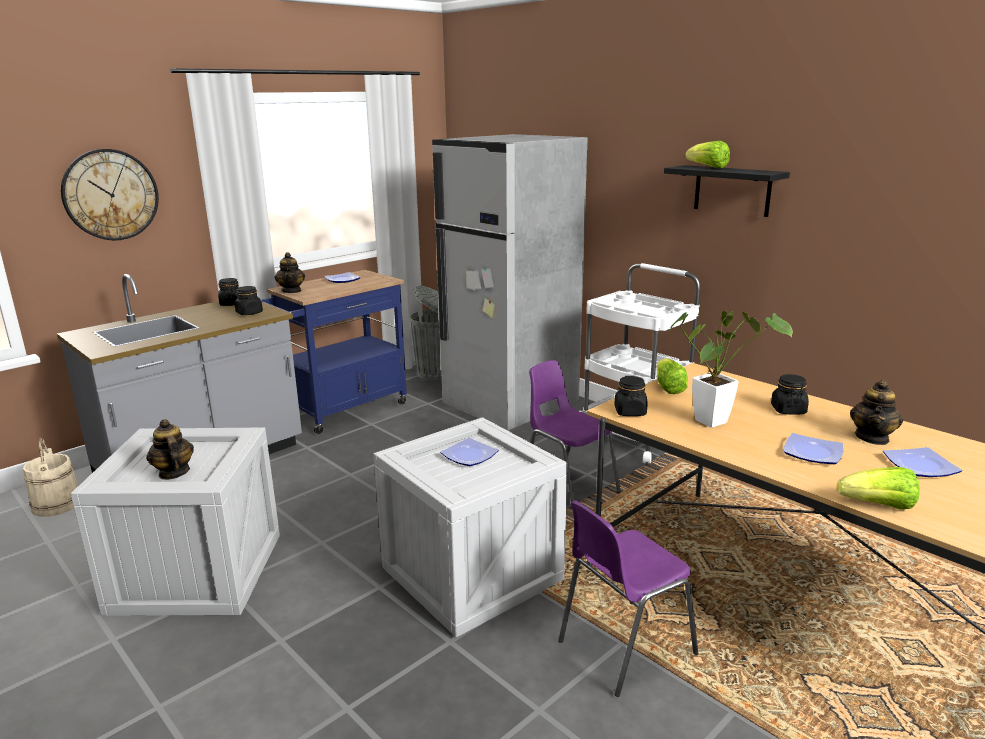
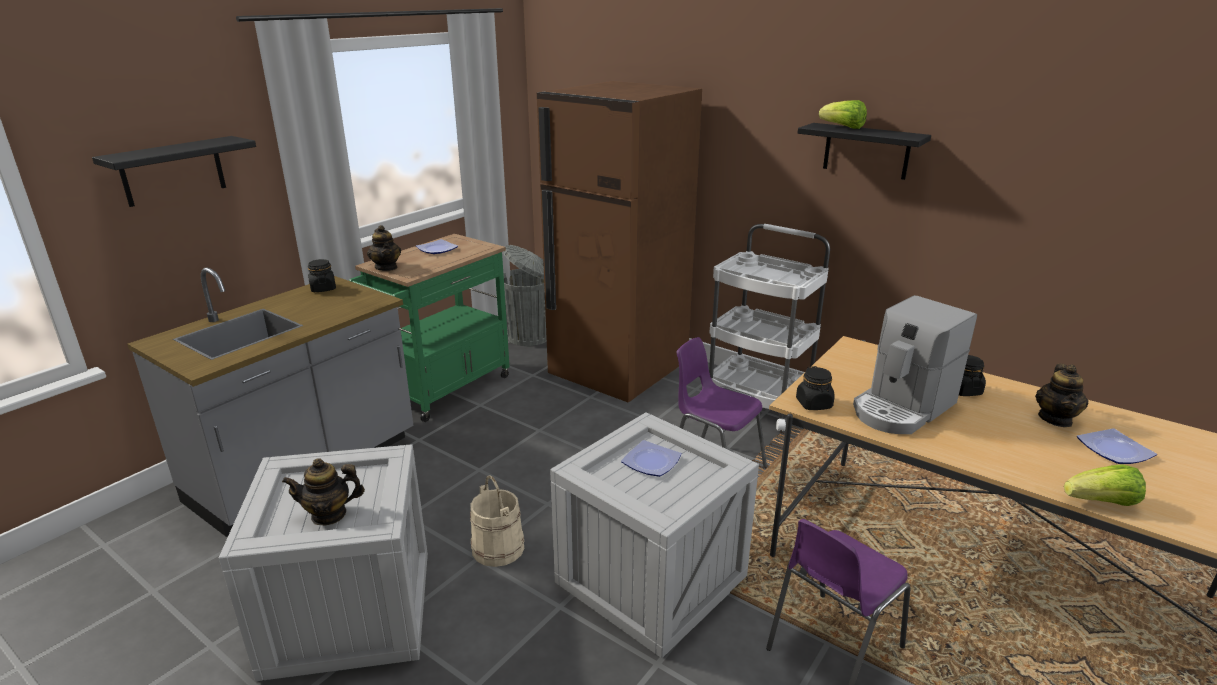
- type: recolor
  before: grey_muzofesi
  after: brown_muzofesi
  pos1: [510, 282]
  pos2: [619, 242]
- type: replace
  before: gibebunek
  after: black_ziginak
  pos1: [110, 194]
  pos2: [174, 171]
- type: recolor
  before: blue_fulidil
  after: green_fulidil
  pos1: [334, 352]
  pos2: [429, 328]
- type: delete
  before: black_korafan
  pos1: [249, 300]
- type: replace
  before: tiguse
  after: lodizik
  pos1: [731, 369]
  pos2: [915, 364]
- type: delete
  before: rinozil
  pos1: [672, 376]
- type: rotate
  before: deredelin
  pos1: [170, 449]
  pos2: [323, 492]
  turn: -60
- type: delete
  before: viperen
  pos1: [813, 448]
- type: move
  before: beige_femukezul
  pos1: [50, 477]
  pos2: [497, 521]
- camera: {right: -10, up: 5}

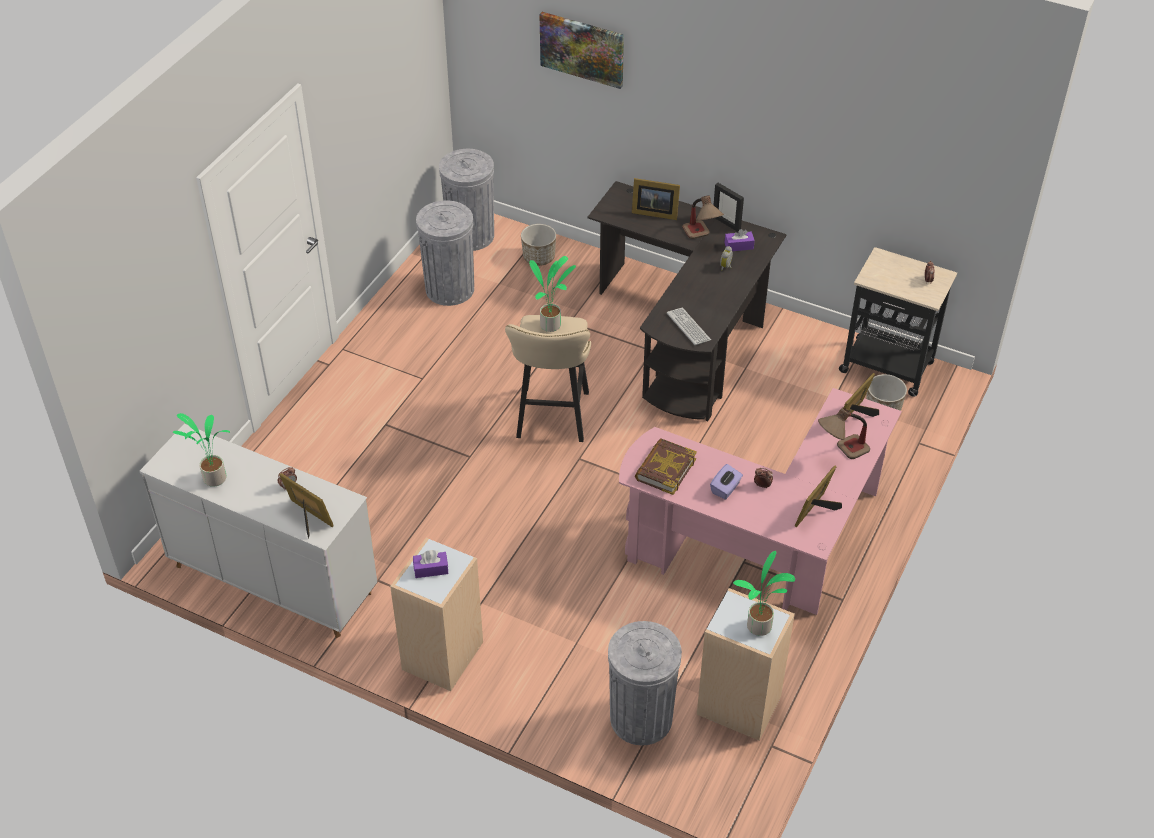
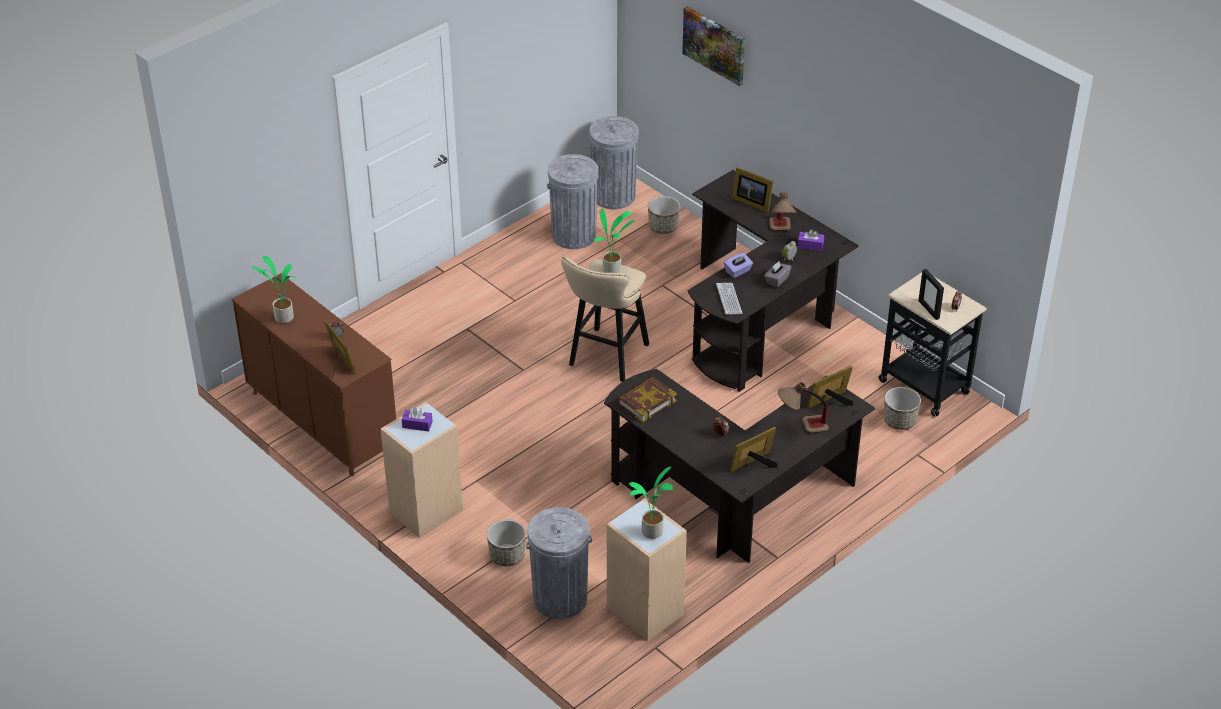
- type: move
  before: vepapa
  pos1: [729, 207]
  pos2: [931, 294]
- type: recolor
  before: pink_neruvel
  after: black_neruvel
  pos1: [760, 501]
  pos2: [739, 466]
- type: recolor
  before: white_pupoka
  after: brown_pupoka
  pos1: [258, 531]
  pos2: [314, 374]
- type: move
  before: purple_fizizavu
  pos1: [726, 482]
  pos2: [738, 265]
- type: insert
  after: grey_fizizavu
  pos2: [777, 274]
- type: insert
  after: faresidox
  pos2: [506, 543]
- camera: {right: 20, up: -5}

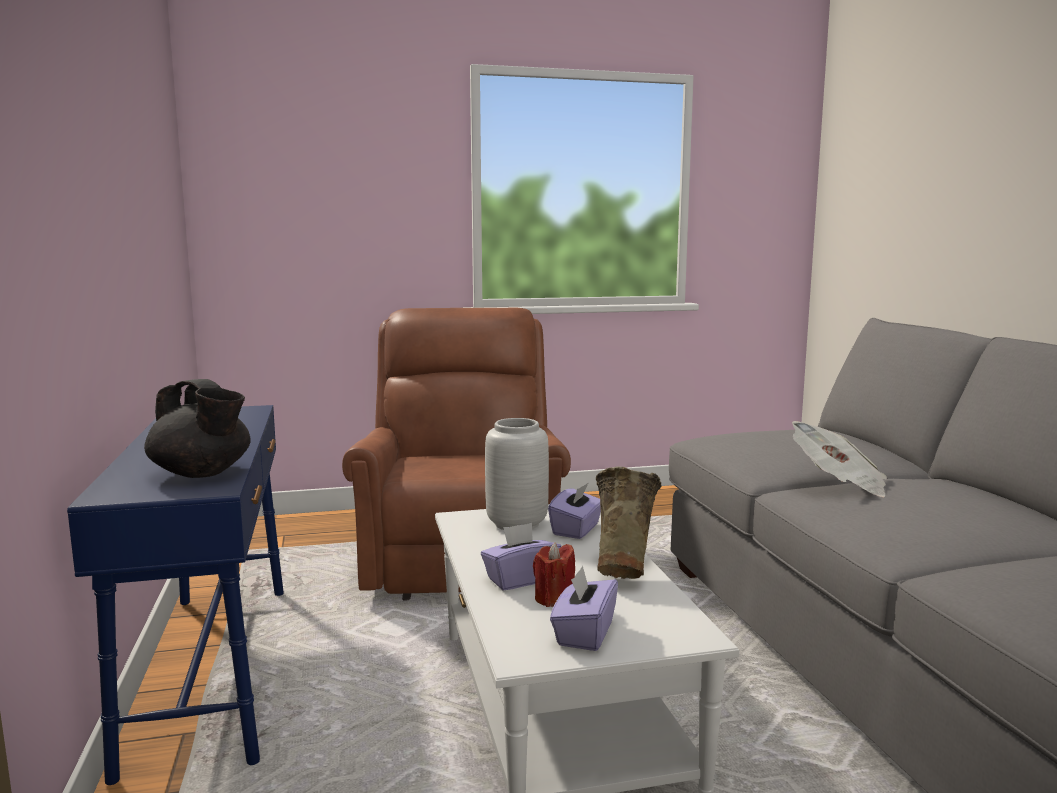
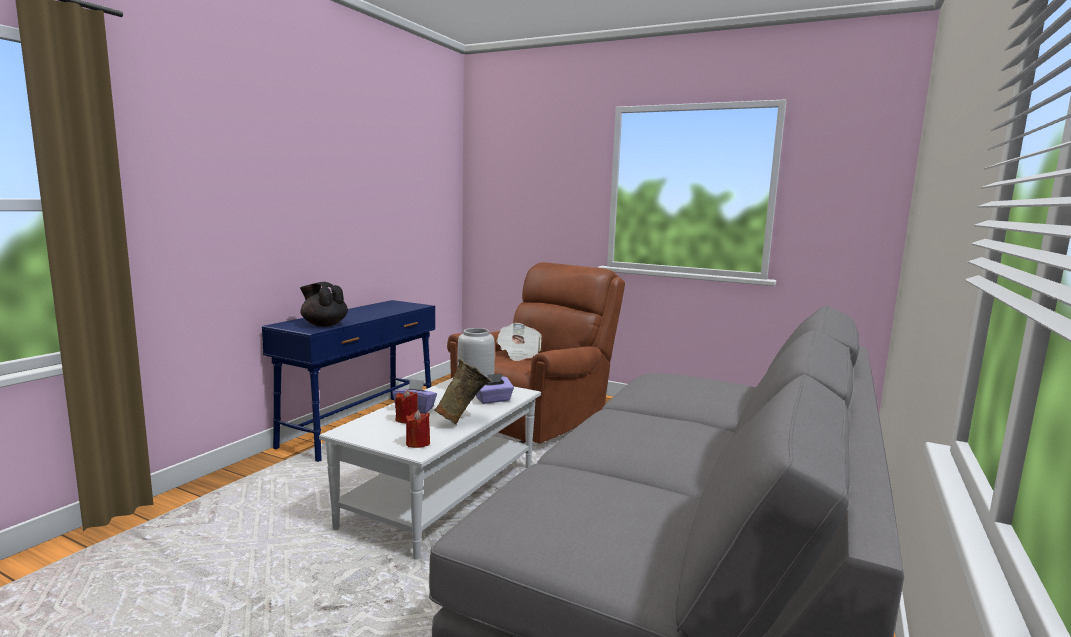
- type: rotate
  before: black_deredelin
  pos1: [197, 428]
  pos2: [324, 304]
  turn: 135
- type: move
  before: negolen
  pos1: [839, 459]
  pos2: [519, 342]
- type: delete
  before: purple_fizizavu
  pos1: [584, 608]
- type: insert
  after: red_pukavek
  pos2: [418, 429]
- camera: {right: 40, up: 0}

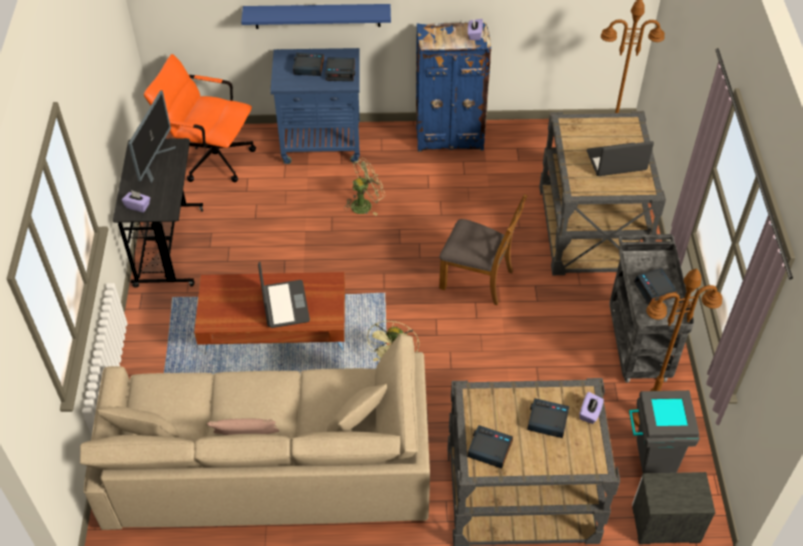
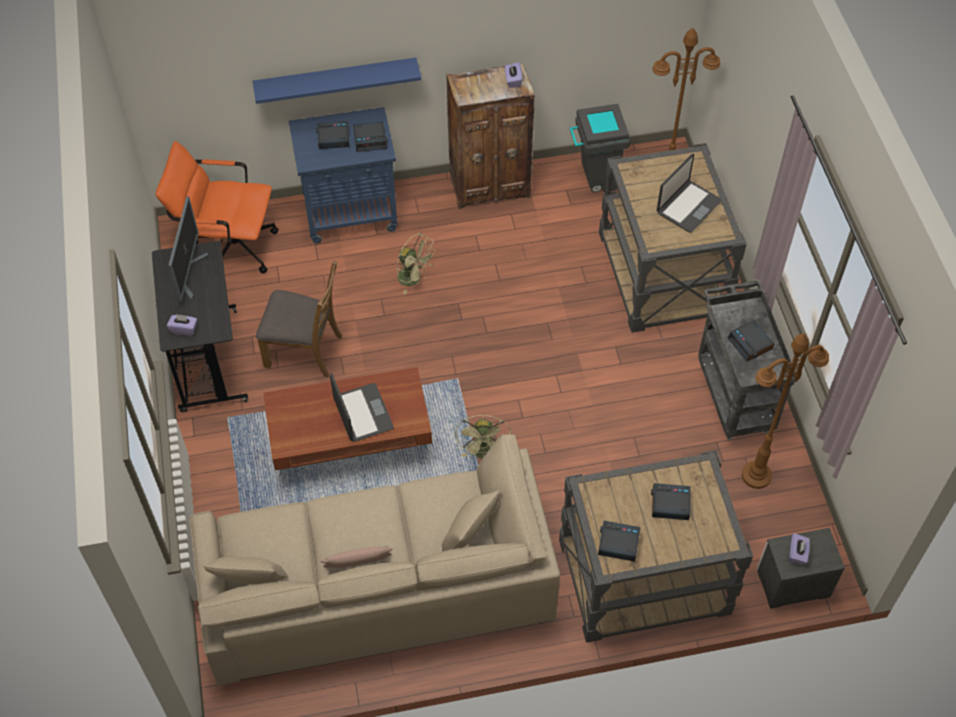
- type: recolor
  before: blue_pupoka
  after: brown_pupoka
  pos1: [453, 87]
  pos2: [490, 136]
- type: rotate
  before: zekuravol
  pos1: [620, 158]
  pos2: [689, 193]
  turn: 150
- type: rotate
  before: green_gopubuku
  pos1: [365, 186]
  pos2: [416, 263]
  turn: 75
- type: move
  before: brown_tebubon
  pos1: [483, 249]
  pos2: [299, 318]
- type: move
  before: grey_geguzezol
  pos1: [664, 431]
  pos2: [600, 148]
- type: move
  before: purple_fizizavu
  pos1: [591, 408]
  pos2: [799, 549]
- camera: {right: -10, up: 5}

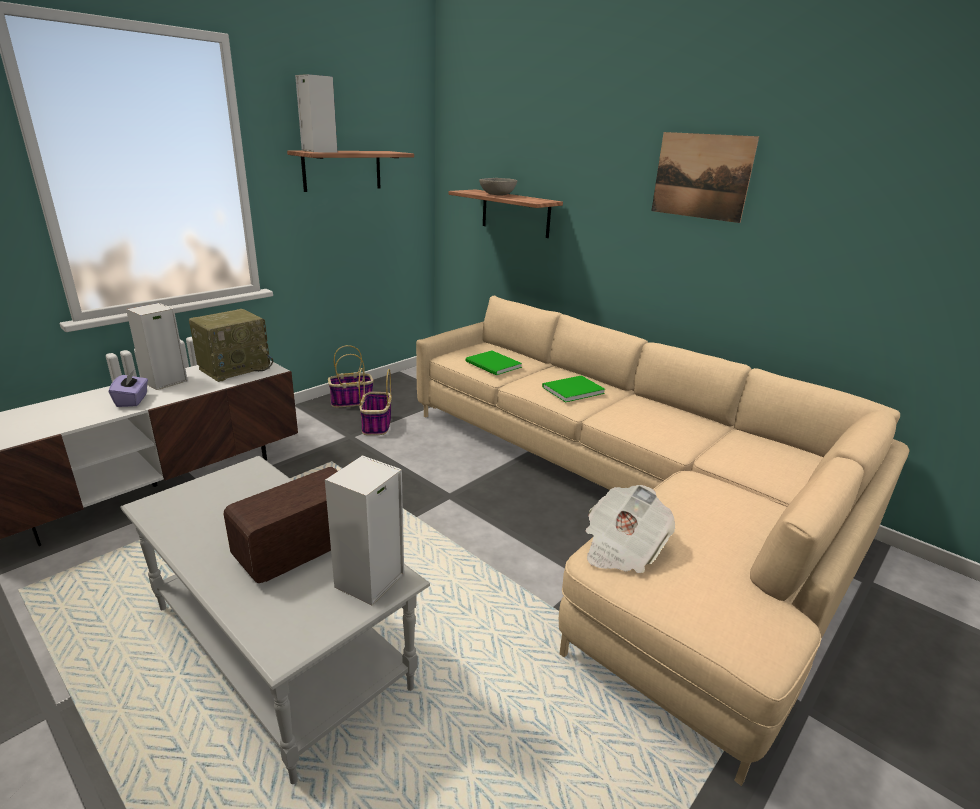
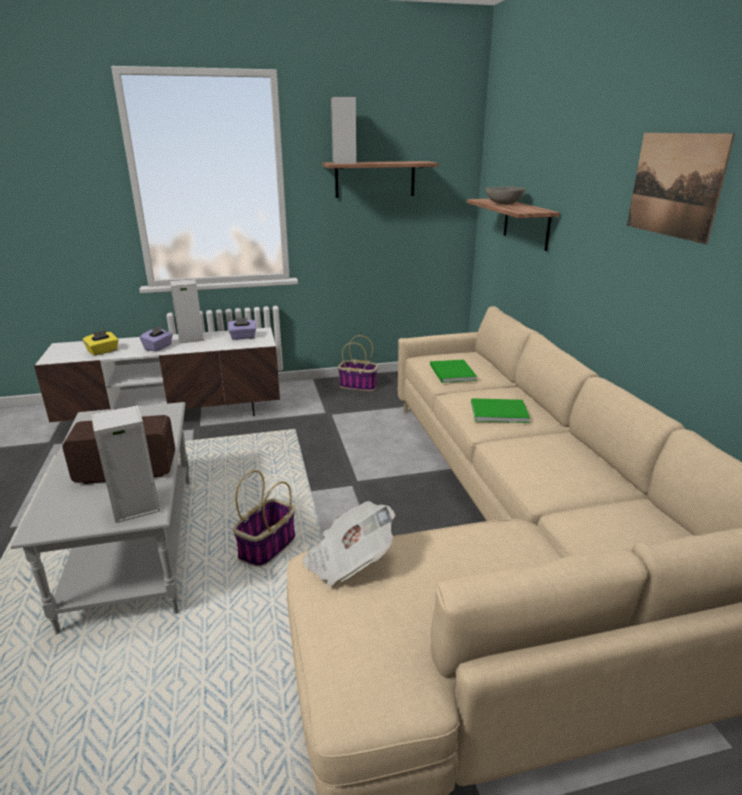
- type: replace
  before: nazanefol
  after: purple_fizizavu
  pos1: [231, 345]
  pos2: [242, 329]
- type: move
  before: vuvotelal
  pos1: [375, 401]
  pos2: [264, 518]
- type: insert
  after: yellow_fizizavu
  pos2: [100, 343]
- camera: {right: 35, up: 0}

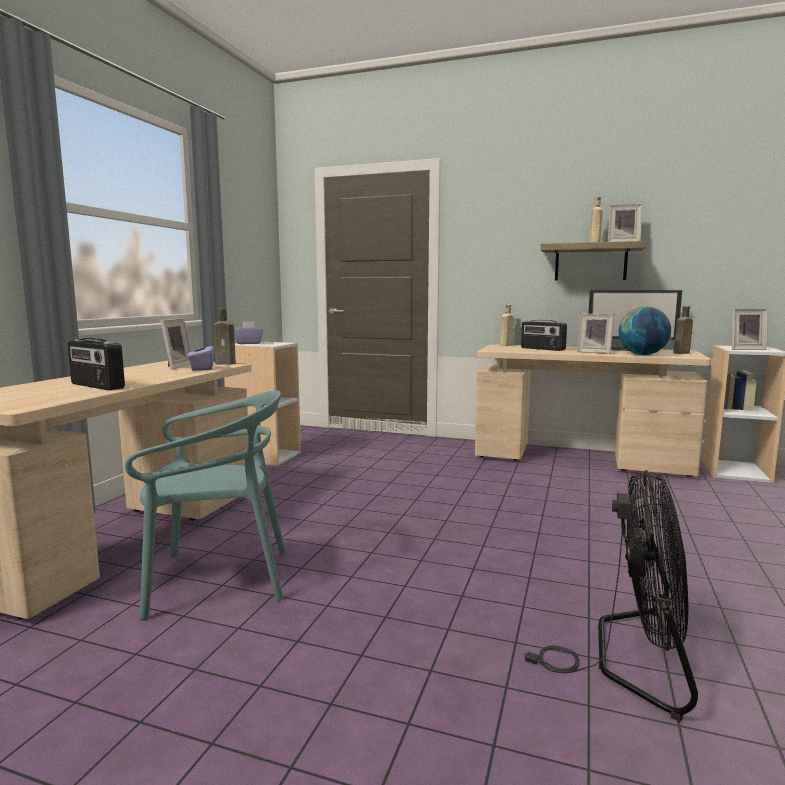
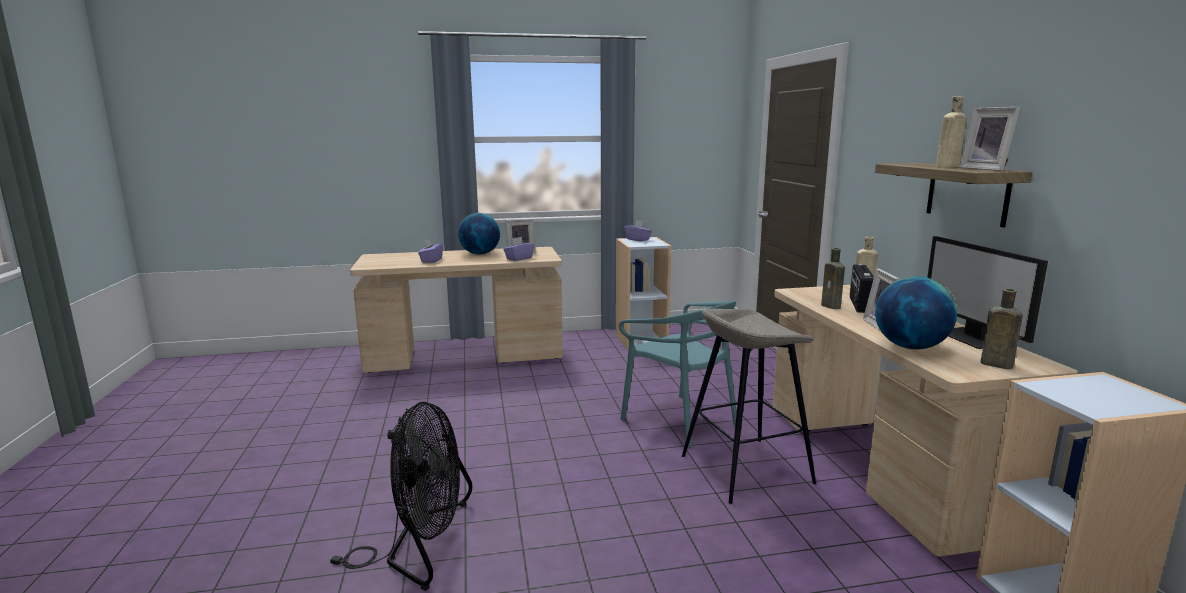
- type: delete
  before: vepapa
  pos1: [750, 329]
- type: move
  before: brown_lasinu
  pos1: [224, 337]
  pos2: [833, 278]
- type: replace
  before: nazanefol
  after: purple_fizizavu
  pos1: [96, 364]
  pos2: [430, 251]
- type: move
  before: turquoise_tebubon
  pos1: [205, 505]
  pos2: [678, 374]
- type: rotate
  before: black_gopubuku
  pos1: [610, 596]
  pos2: [400, 496]
  turn: -75
- type: insert
  after: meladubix
  pos2: [479, 234]
- type: insert
  after: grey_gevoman
  pos2: [749, 406]
- camera: {right: 60, up: 5}

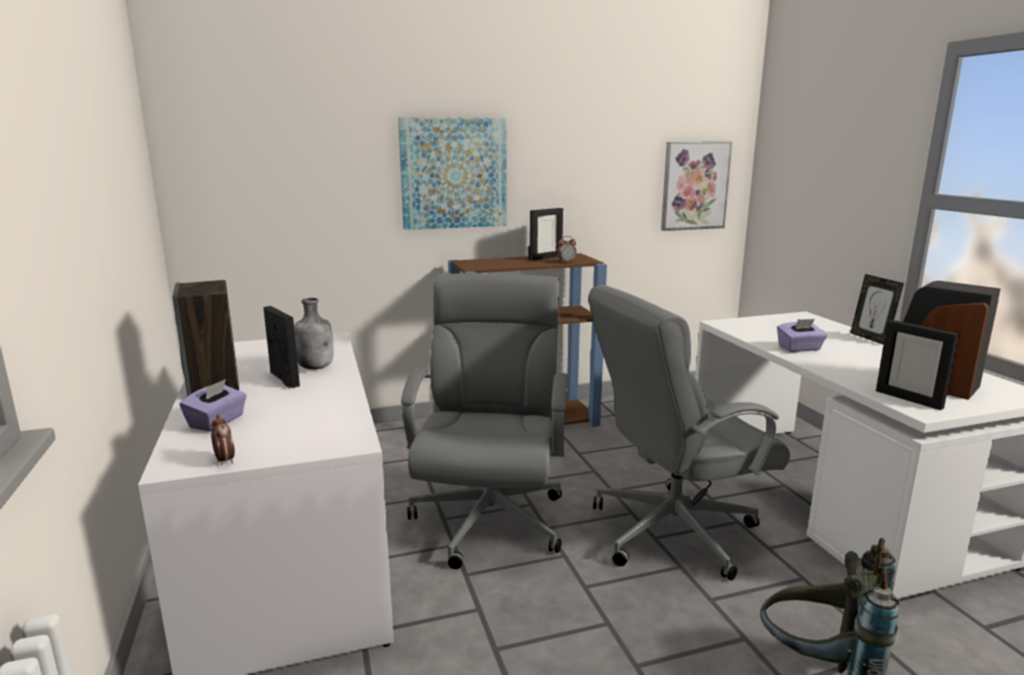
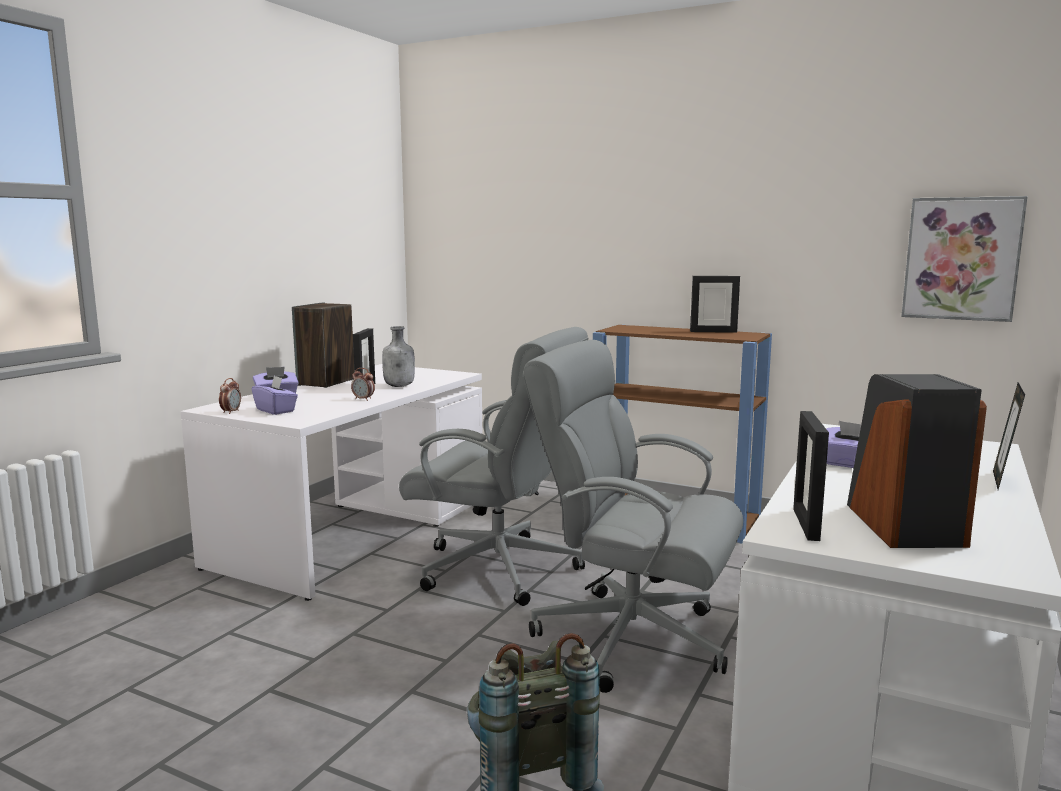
- type: delete
  before: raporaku
  pos1: [452, 173]
- type: move
  before: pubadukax
  pos1: [566, 249]
  pos2: [363, 384]
- type: rotate
  before: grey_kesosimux
  pos1: [484, 421]
  pos2: [493, 466]
  turn: 60
- type: insert
  after: purple_fizizavu
  pos2: [275, 395]
- camera: {right: 45, up: -5}

